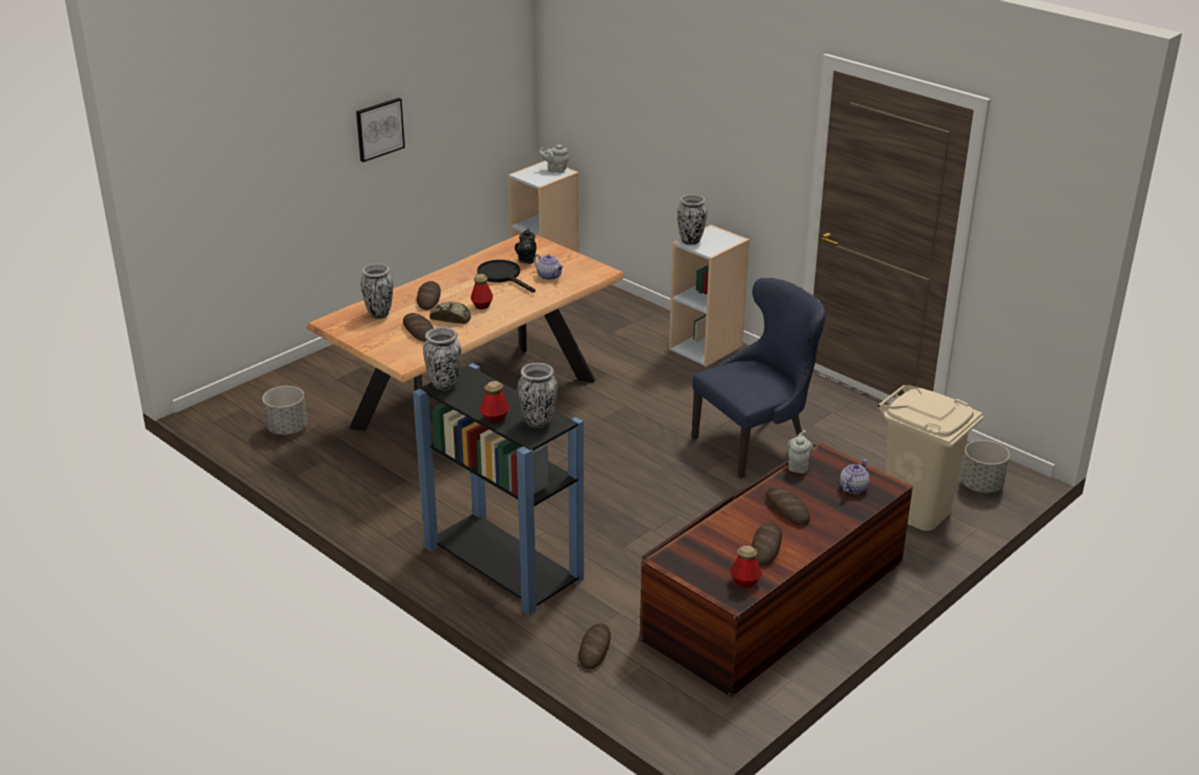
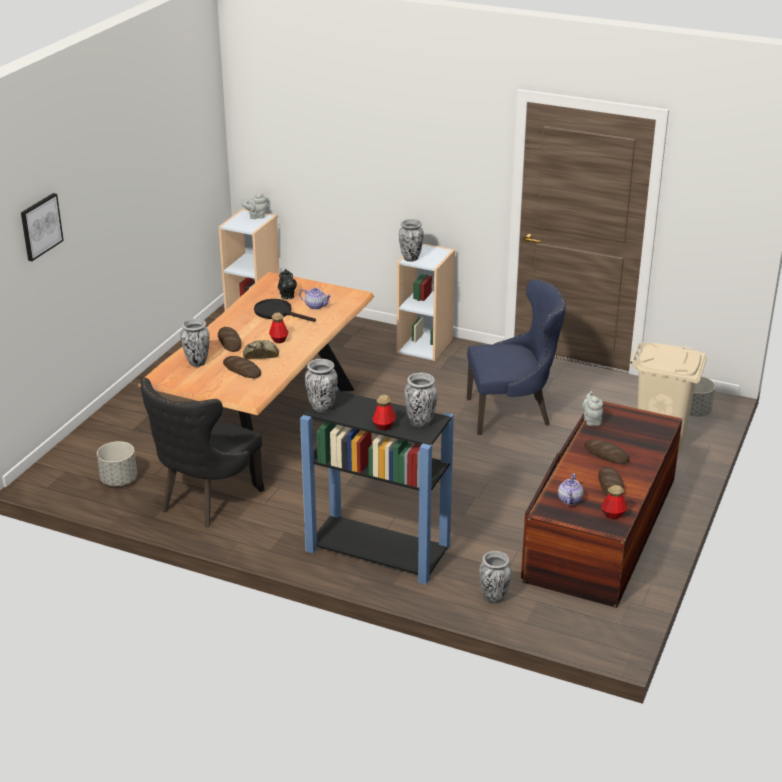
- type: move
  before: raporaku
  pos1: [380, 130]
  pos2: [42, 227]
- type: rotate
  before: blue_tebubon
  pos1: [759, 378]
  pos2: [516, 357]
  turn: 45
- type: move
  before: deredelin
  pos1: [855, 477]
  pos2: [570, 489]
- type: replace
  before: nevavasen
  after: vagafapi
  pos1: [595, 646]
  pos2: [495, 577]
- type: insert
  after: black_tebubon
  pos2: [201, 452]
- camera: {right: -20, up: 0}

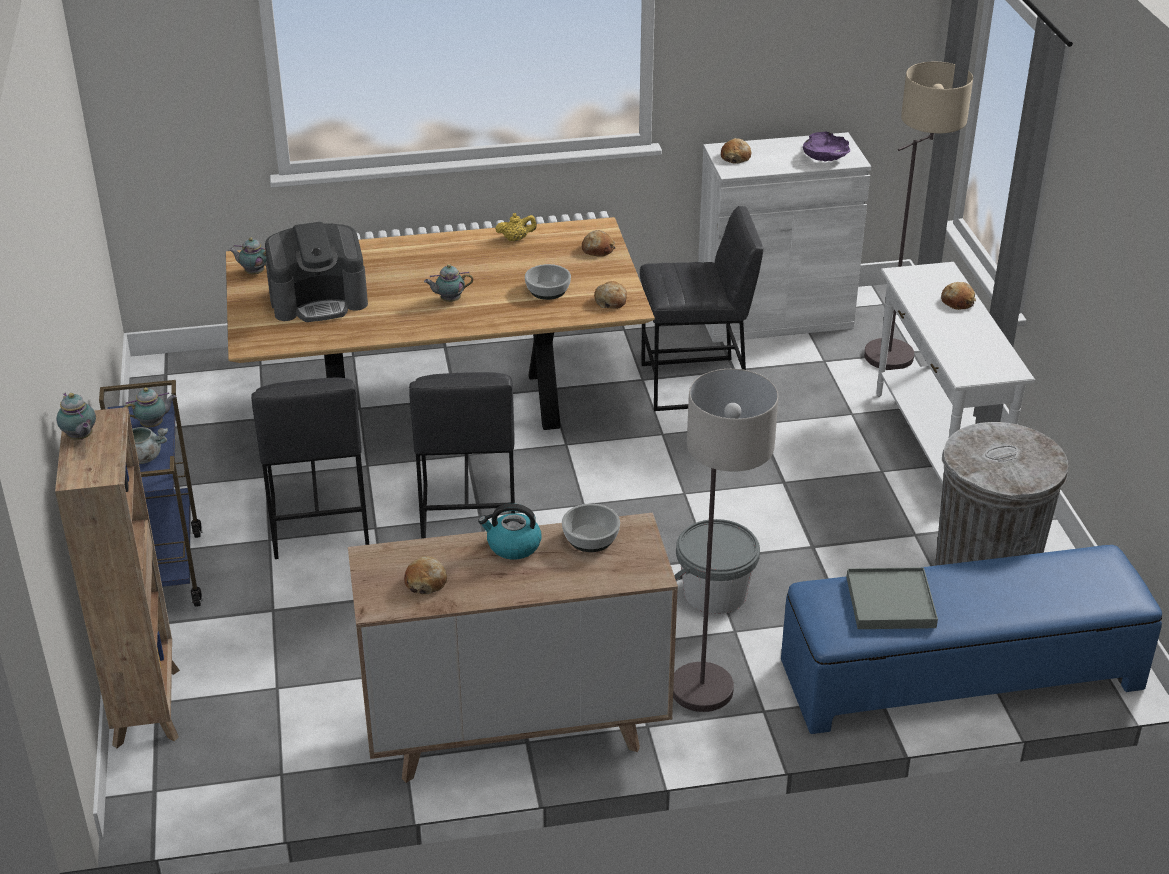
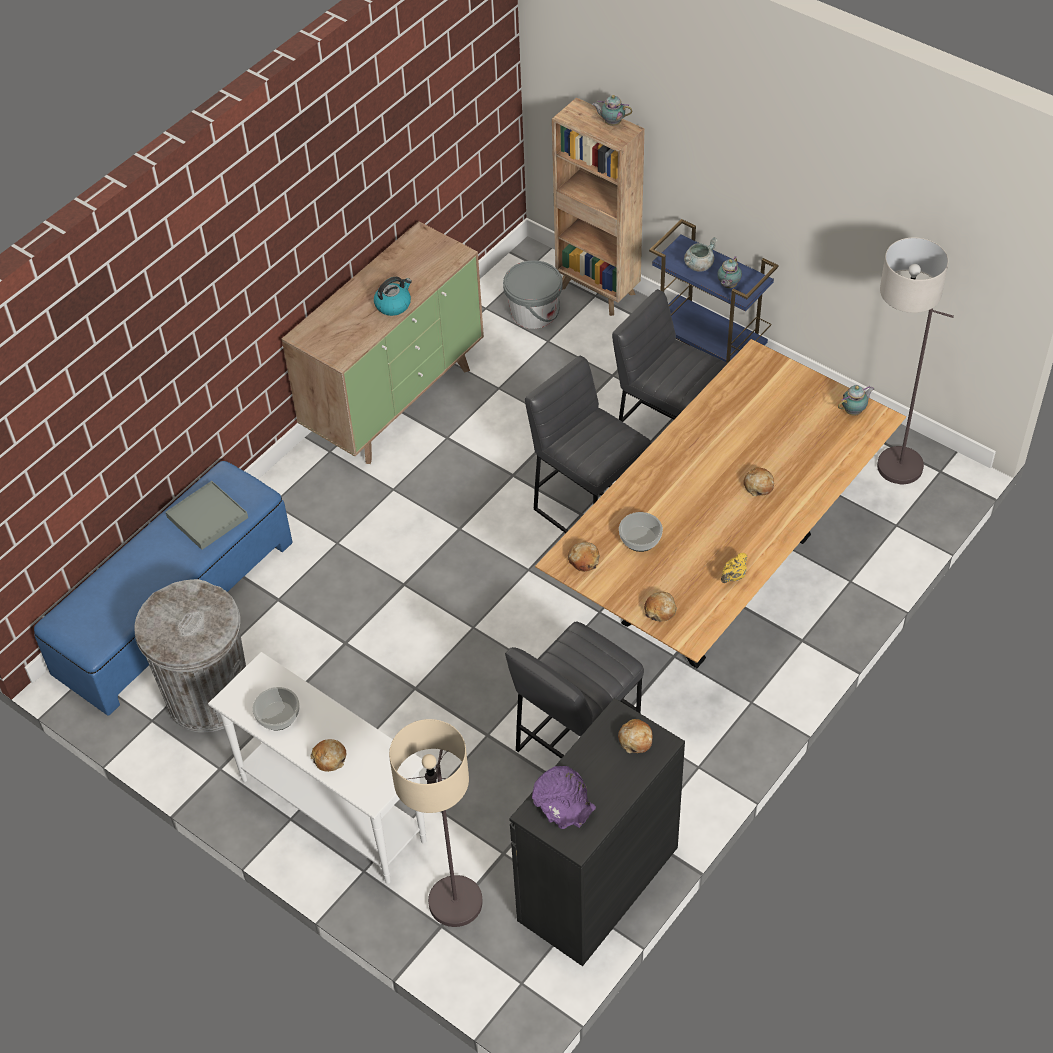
- type: recolor
  before: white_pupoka
  after: black_pupoka
  pos1: [784, 237]
  pos2: [597, 832]
- type: delete
  before: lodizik
  pos1: [316, 272]
- type: delete
  before: deredelin
  pos1: [448, 283]
- type: move
  before: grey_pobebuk
  pos1: [725, 540]
  pos2: [915, 360]
- type: move
  before: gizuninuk
  pos1: [591, 528]
  pos2: [276, 708]
- type: move
  before: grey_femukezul
  pos1: [717, 566]
  pos2: [533, 294]
- type: move
  before: nevavasen
  pos1: [425, 575]
  pos2: [758, 481]
- camera: {right: 140, up: 15}

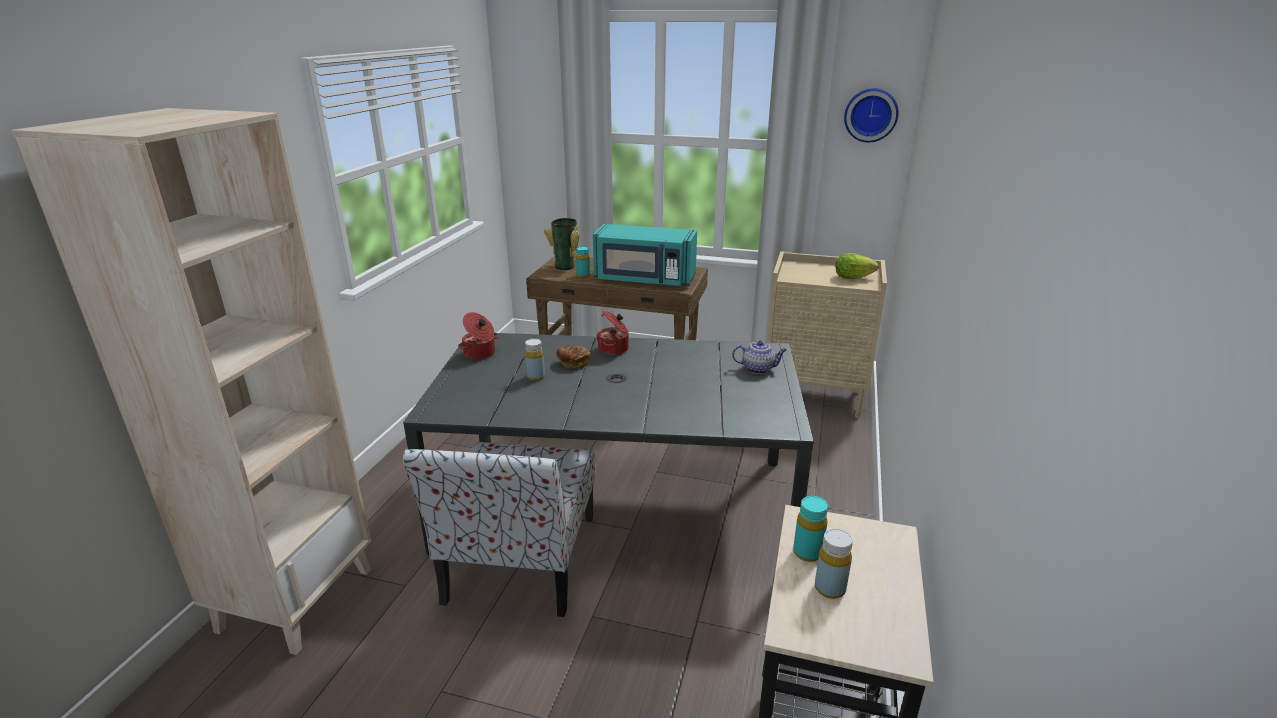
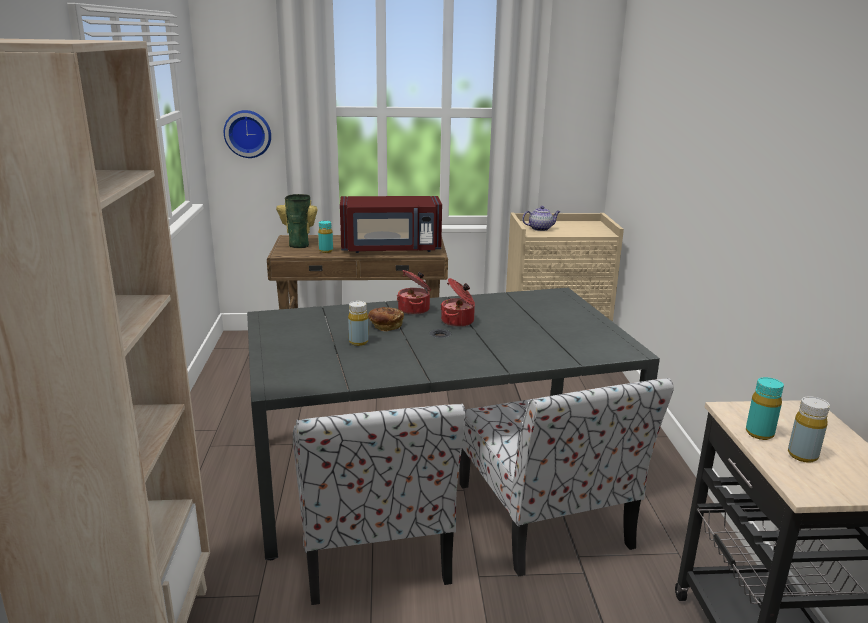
- type: move
  before: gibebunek
  pos1: [871, 115]
  pos2: [247, 134]
- type: recolor
  before: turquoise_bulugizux
  after: red_bulugizux
  pos1: [645, 255]
  pos2: [391, 224]
- type: delete
  before: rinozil
  pos1: [857, 266]
- type: move
  before: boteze
  pos1: [478, 335]
  pos2: [457, 302]
- type: move
  before: deredelin
  pos1: [759, 357]
  pos2: [541, 218]
- type: insert
  after: tebubon
  pos2: [566, 477]
- camera: {right: -20, up: -5}

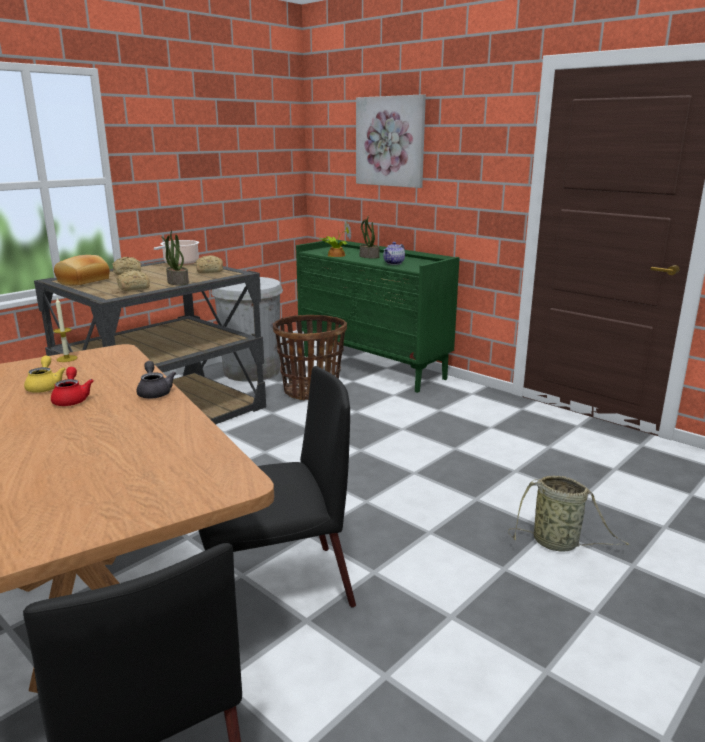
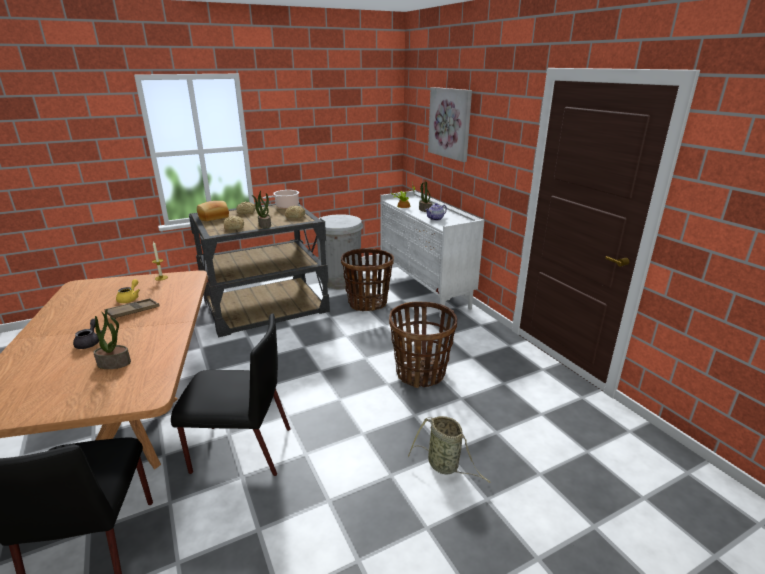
- type: recolor
  before: green_pupoka
  after: white_pupoka
  pos1: [378, 316]
  pos2: [432, 253]
- type: move
  before: grey_deredelin
  pos1: [156, 380]
  pos2: [87, 334]
- type: replace
  before: red_deredelin
  after: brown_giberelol
  pos1: [72, 386]
  pos2: [131, 308]
- type: insert
  after: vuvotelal
  pos2: [423, 345]
- type: insert
  after: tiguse
  pos2: [112, 339]
- camera: {right: 20, up: 5}

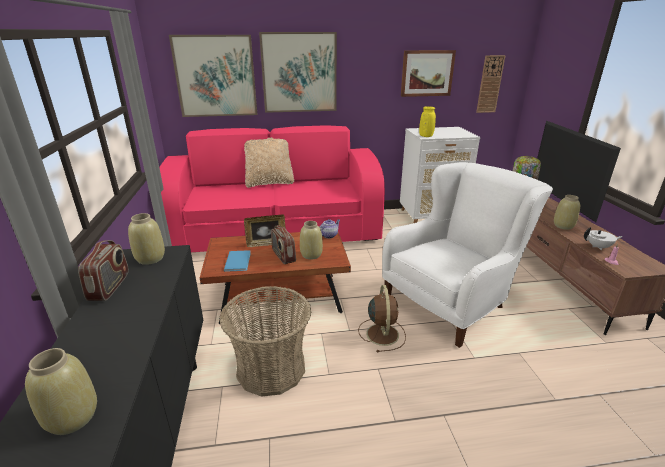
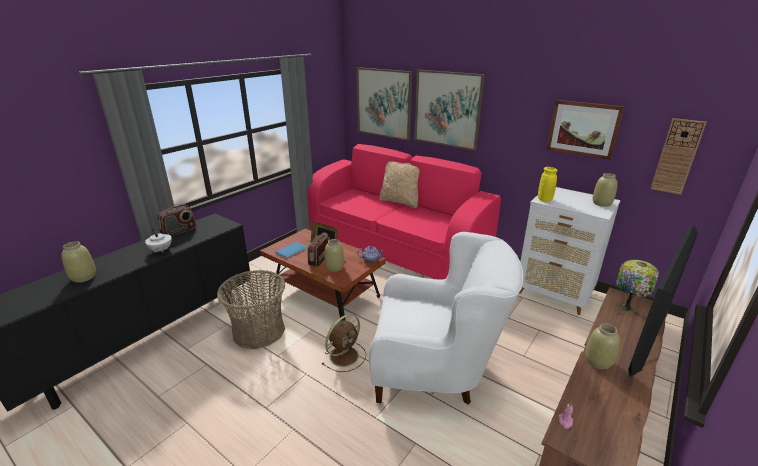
- type: move
  before: beige_vagafapi
  pos1: [146, 239]
  pos2: [605, 190]
- type: move
  before: white_deredelin
  pos1: [603, 238]
  pos2: [158, 240]
- camera: {right: 45, up: 0}

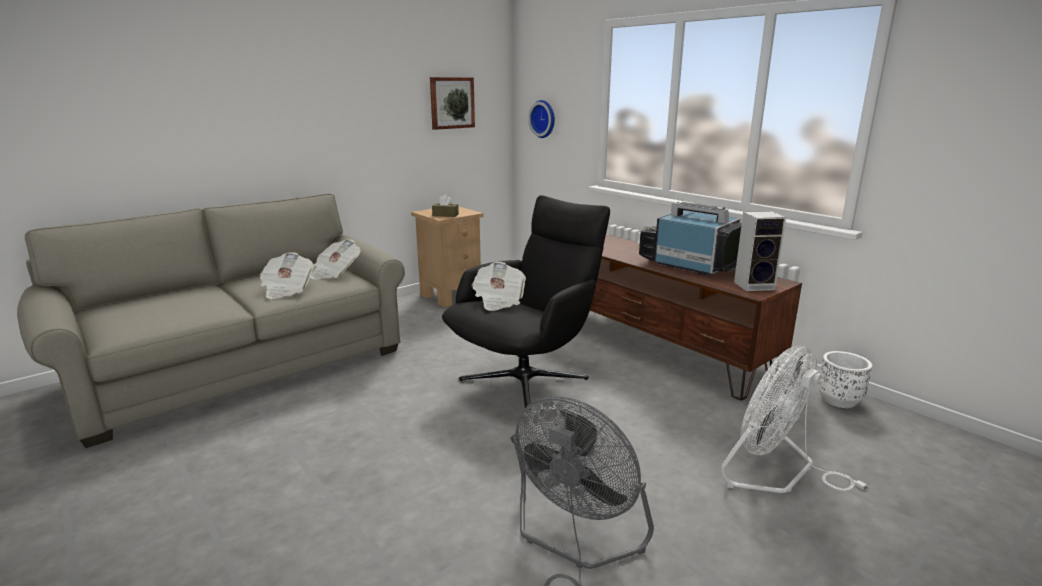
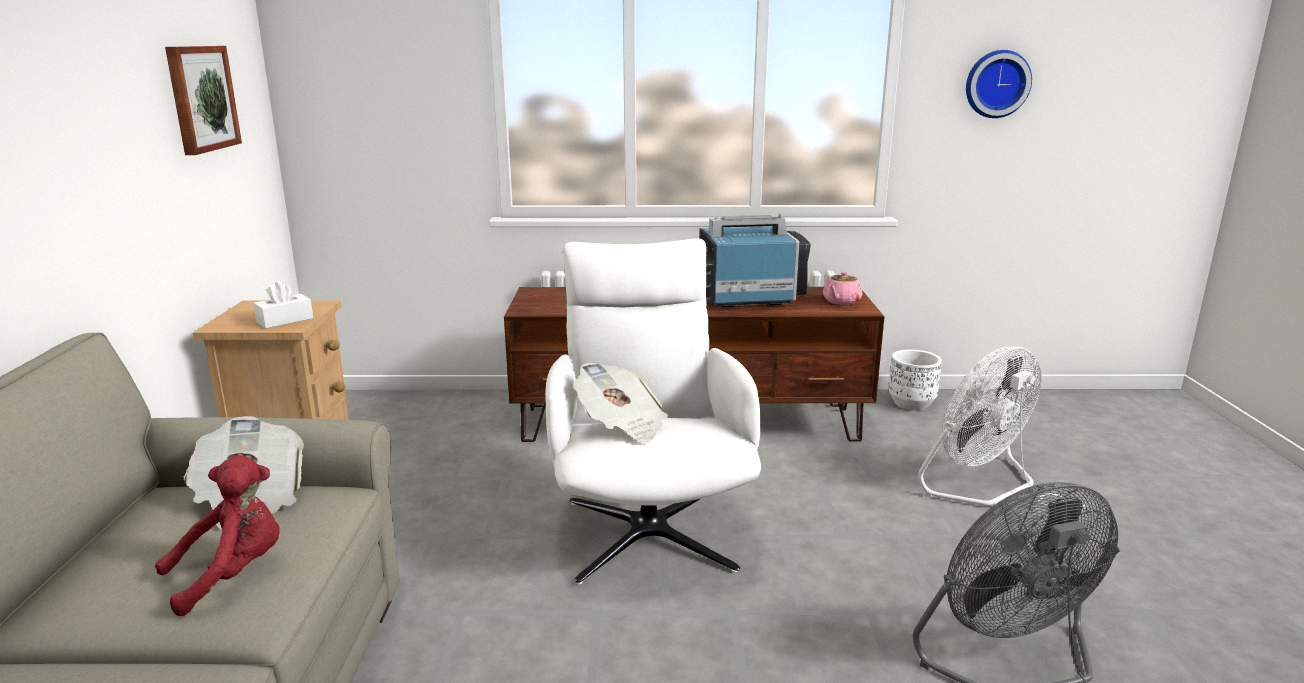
- type: move
  before: gibebunek
  pos1: [541, 119]
  pos2: [999, 84]
- type: recolor
  before: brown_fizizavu
  after: white_fizizavu
  pos1: [445, 206]
  pos2: [283, 304]
- type: recolor
  before: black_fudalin
  after: white_fudalin
  pos1: [526, 303]
  pos2: [653, 411]
- type: replace
  before: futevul
  after: pink_deredelin
  pos1: [760, 251]
  pos2: [842, 288]
- type: replace
  before: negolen
  after: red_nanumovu
  pos1: [286, 275]
  pos2: [217, 536]
- type: rotate
  before: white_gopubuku
  pos1: [794, 419]
  pos2: [1003, 429]
  turn: 60
- camera: {right: -50, up: 0}

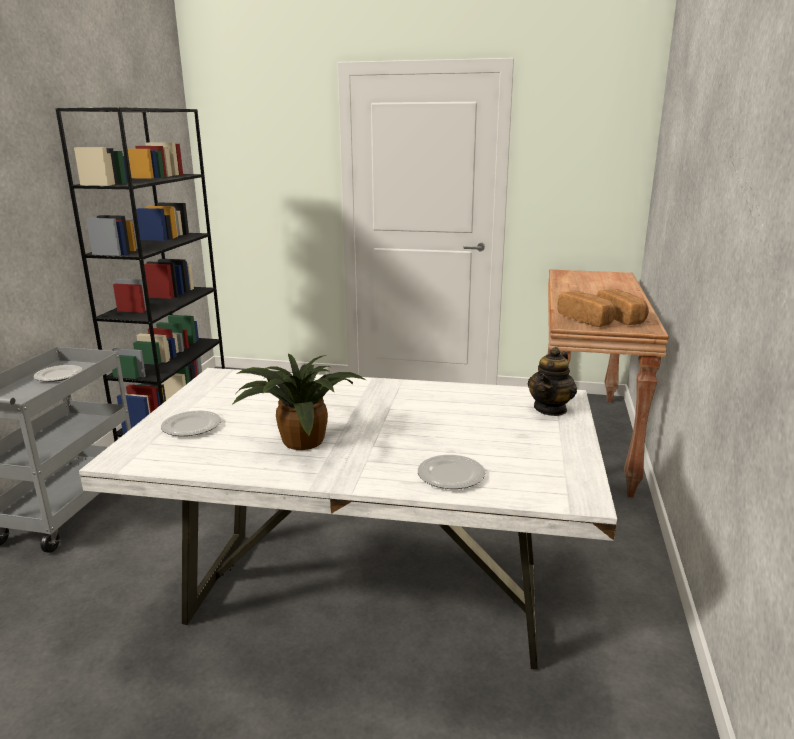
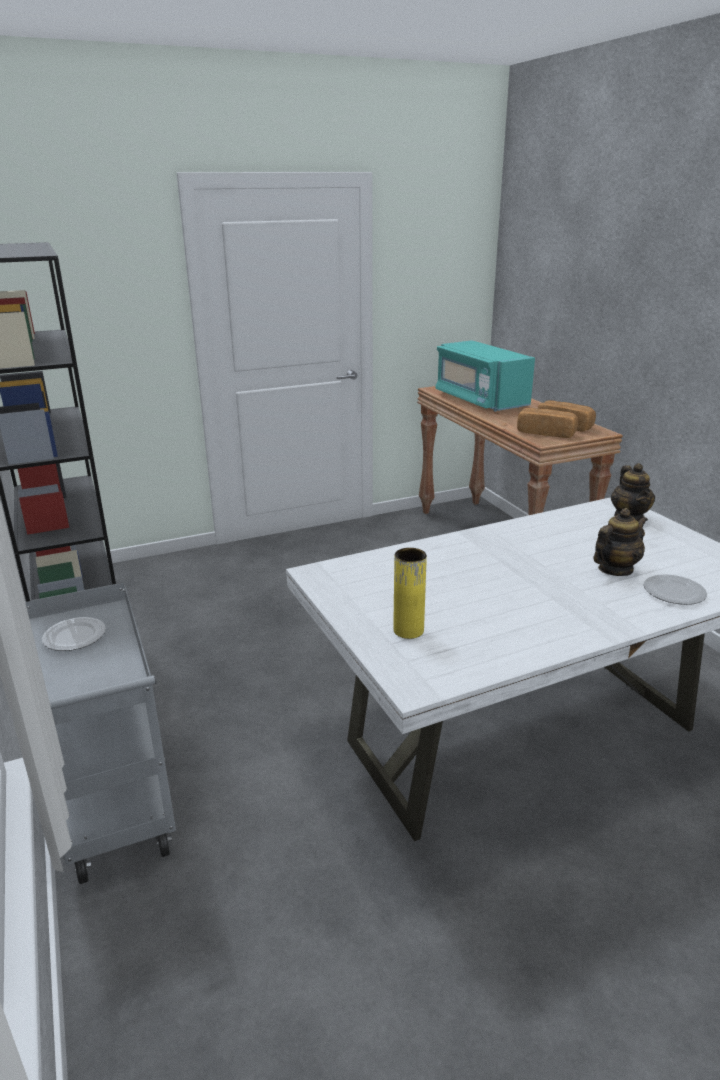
- type: delete
  before: tiguse
  pos1: [299, 402]
- type: replace
  before: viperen
  after: yellow_vagafapi
  pos1: [191, 423]
  pos2: [410, 593]
- type: insert
  after: turquoise_bulugizux
  pos2: [485, 376]
- type: insert
  after: deredelin
  pos2: [620, 542]
- camera: {right: -35, up: 5}

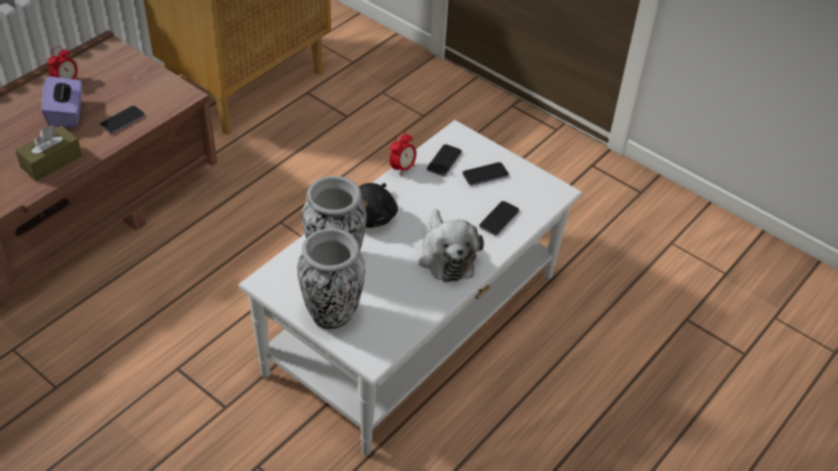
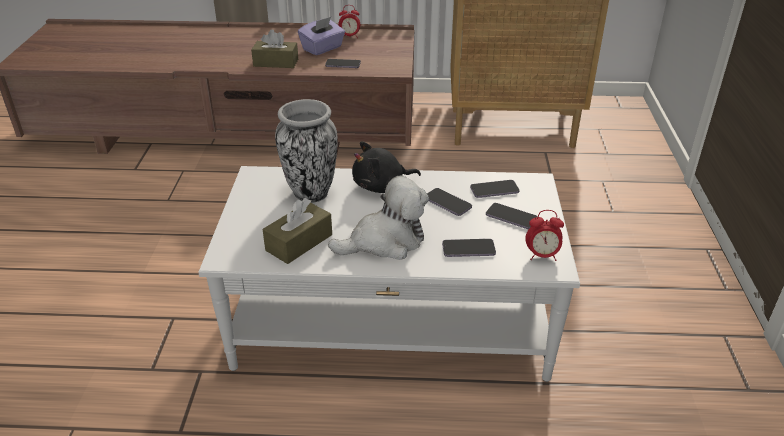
- type: move
  before: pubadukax
  pos1: [402, 154]
  pos2: [544, 235]
- type: rotate
  before: nanumovu
  pos1: [451, 246]
  pos2: [378, 217]
  turn: -150
- type: delete
  before: vagafapi
  pos1: [331, 278]
- type: insert
  after: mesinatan
  pos2: [449, 202]
- type: insert
  after: brown_fizizavu
  pos2: [297, 231]
- camera: {right: 55, up: -10}

